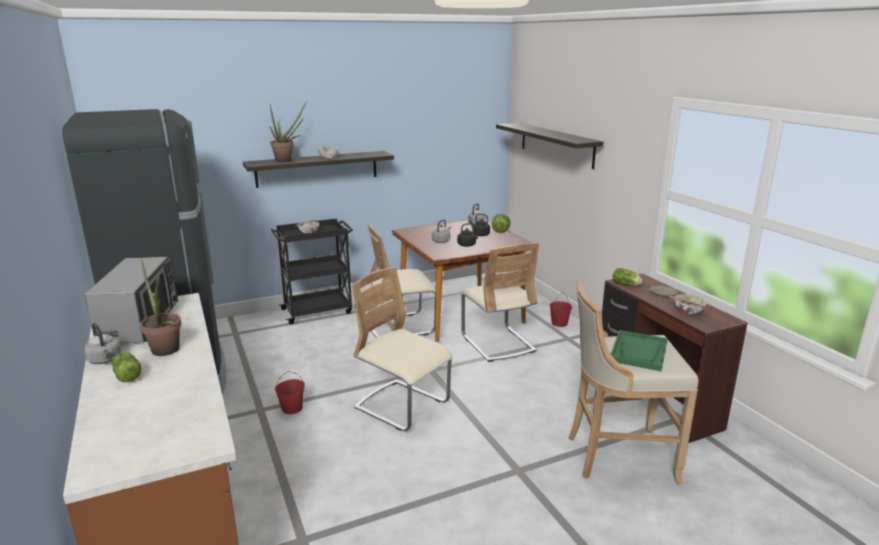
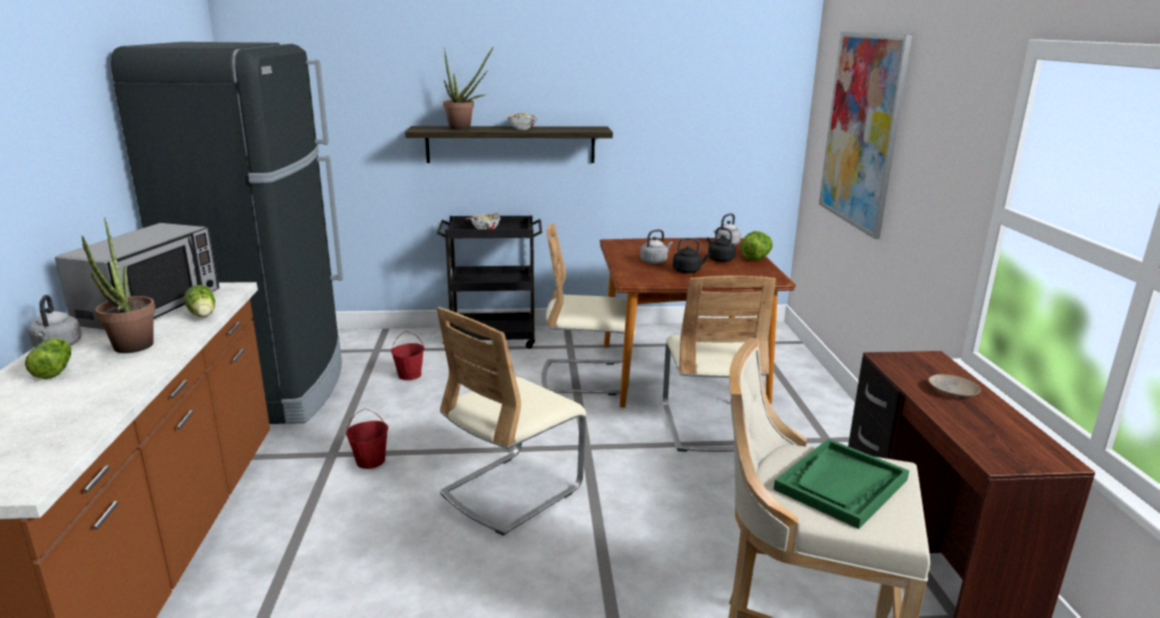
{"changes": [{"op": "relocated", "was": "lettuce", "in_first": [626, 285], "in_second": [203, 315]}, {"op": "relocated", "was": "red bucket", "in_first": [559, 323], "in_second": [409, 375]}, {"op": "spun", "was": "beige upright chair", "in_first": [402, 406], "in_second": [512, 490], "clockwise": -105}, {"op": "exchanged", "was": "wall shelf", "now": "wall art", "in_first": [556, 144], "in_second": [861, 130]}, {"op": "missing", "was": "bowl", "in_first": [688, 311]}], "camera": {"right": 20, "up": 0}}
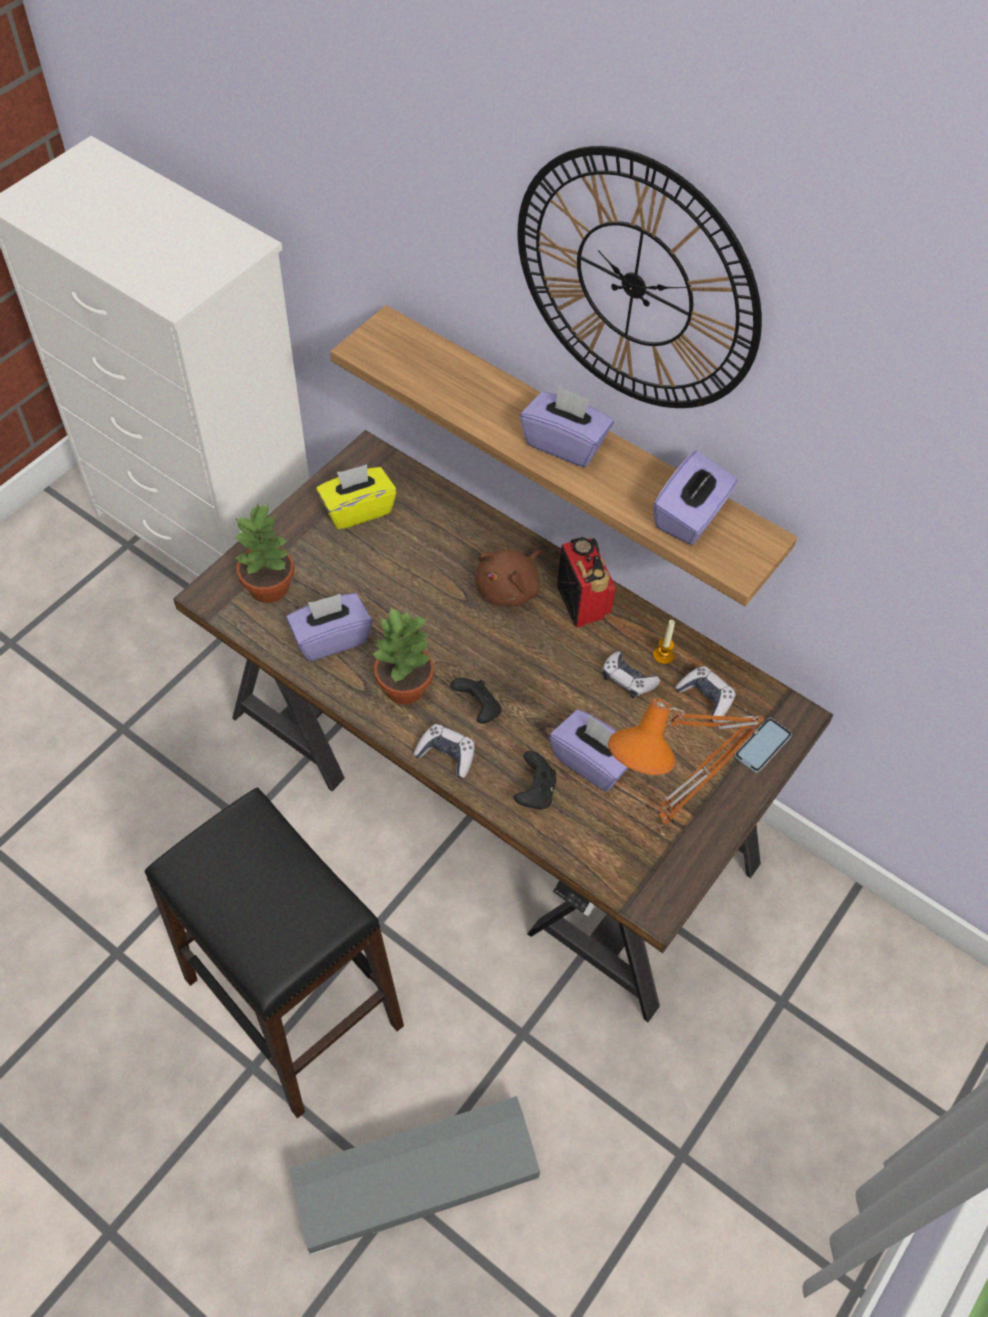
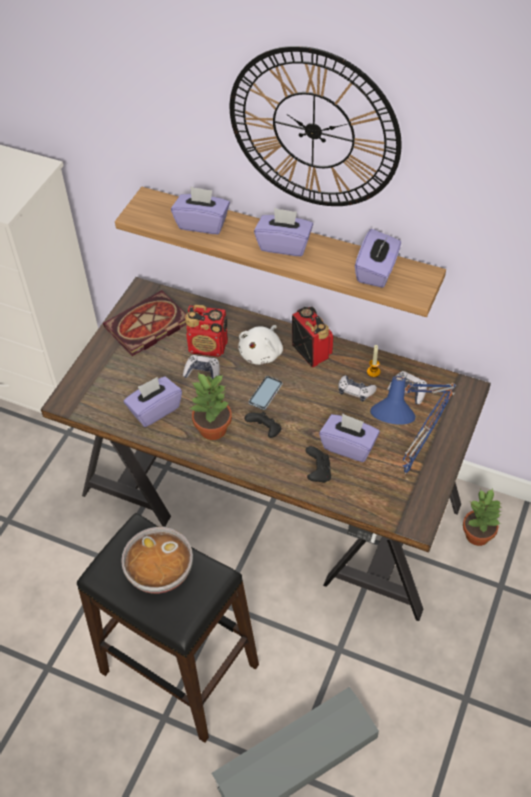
{"changes": [{"op": "exchanged", "was": "yellow-coloured box of tissues", "now": "volume", "in_first": [357, 510], "in_second": [146, 327]}, {"op": "appeared", "now": "bowl", "in_second": [160, 572]}, {"op": "appeared", "now": "purplish box of tissues", "in_second": [202, 223]}, {"op": "relocated", "was": "game controller", "in_first": [446, 754], "in_second": [202, 372]}, {"op": "appeared", "now": "radio receiver", "in_second": [208, 347]}, {"op": "colour", "was": "brownish plush toy", "now": "white-coloured plush toy", "in_first": [509, 588], "in_second": [262, 353]}, {"op": "relocated", "was": "phone", "in_first": [762, 745], "in_second": [265, 393]}, {"op": "colour", "was": "orange-coloured table lamp", "now": "blue table lamp", "in_first": [666, 828], "in_second": [408, 475]}, {"op": "relocated", "was": "potted plant", "in_first": [270, 587], "in_second": [478, 535]}], "camera": {"right": -10, "up": -5}}
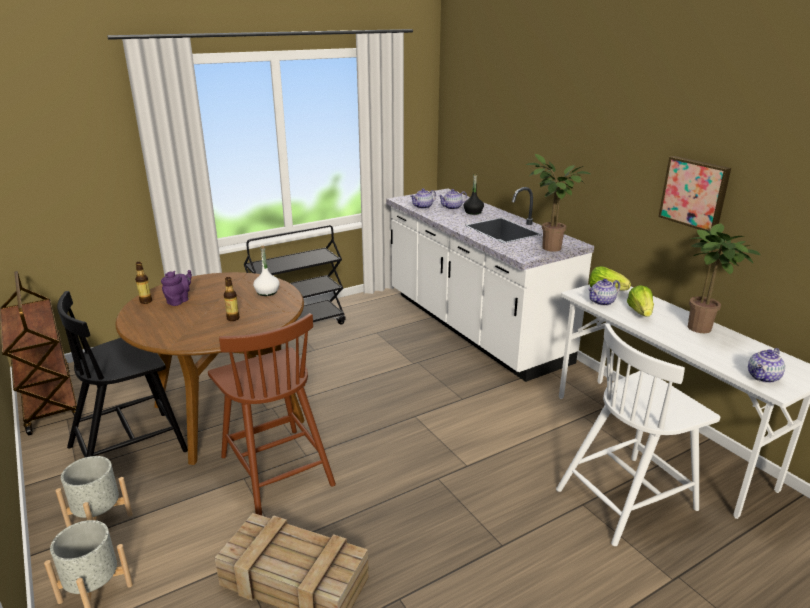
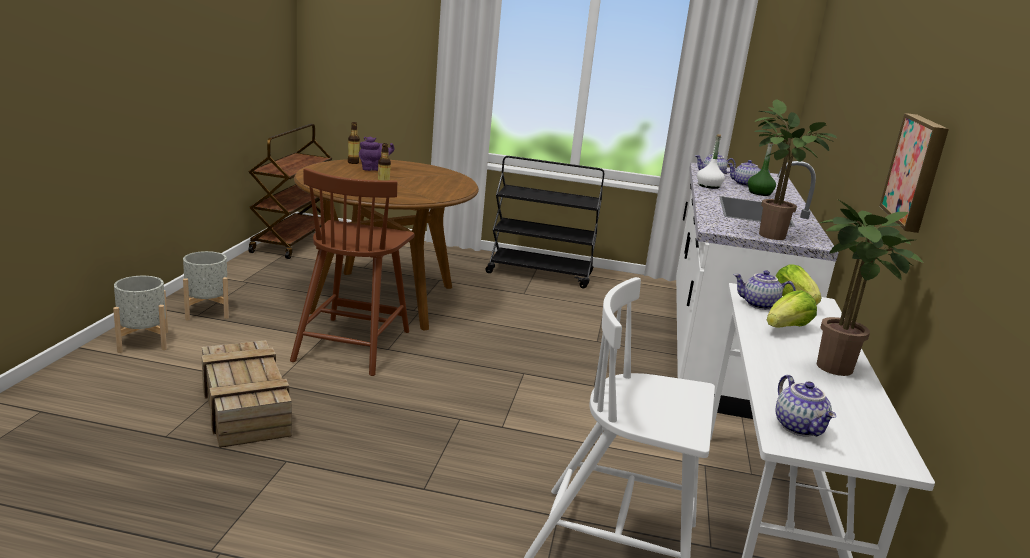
{"changes": [{"op": "relocated", "was": "white-coloured drink bottle", "in_first": [267, 292], "in_second": [709, 186]}, {"op": "colour", "was": "black drink bottle", "now": "greenish drink bottle", "in_first": [473, 212], "in_second": [759, 193]}, {"op": "spun", "was": "teapot", "in_first": [763, 378], "in_second": [800, 428], "clockwise": -105}, {"op": "missing", "was": "black upright chair", "in_first": [130, 448]}], "camera": {"right": 40, "up": -5}}
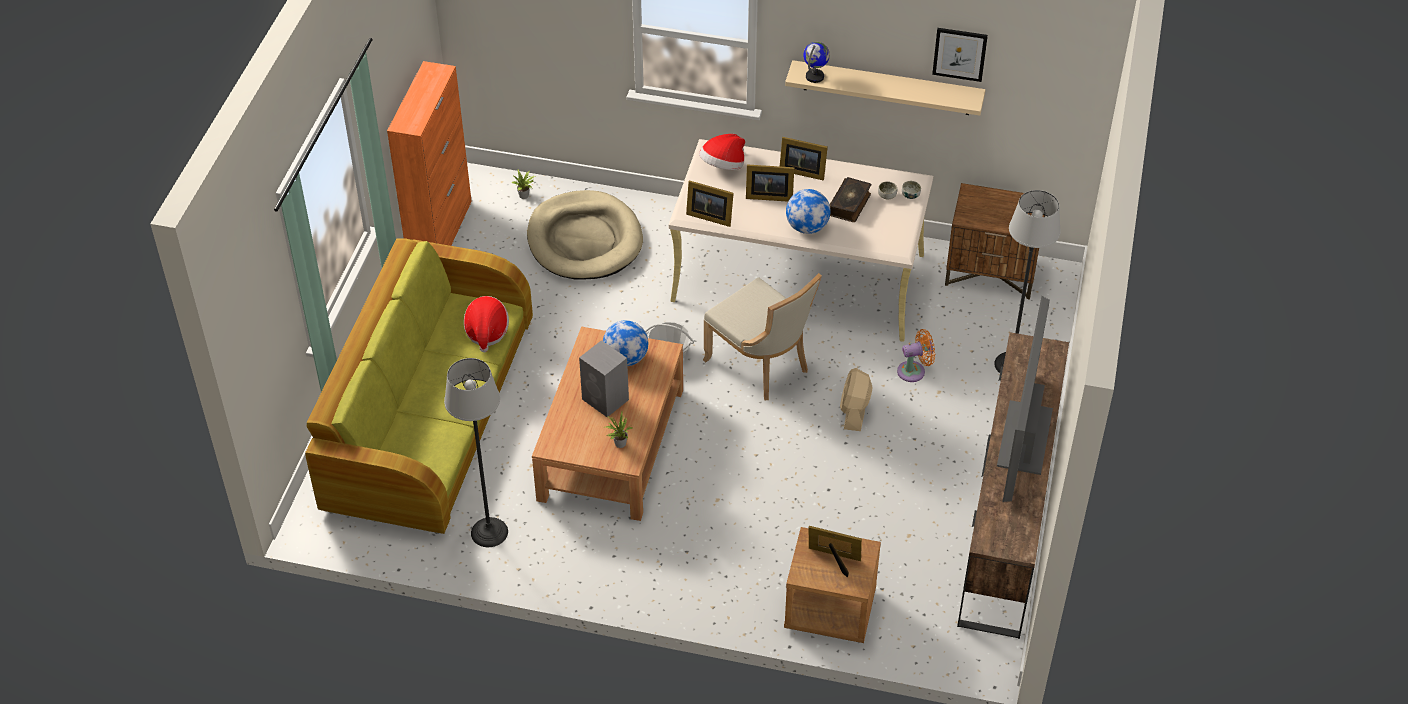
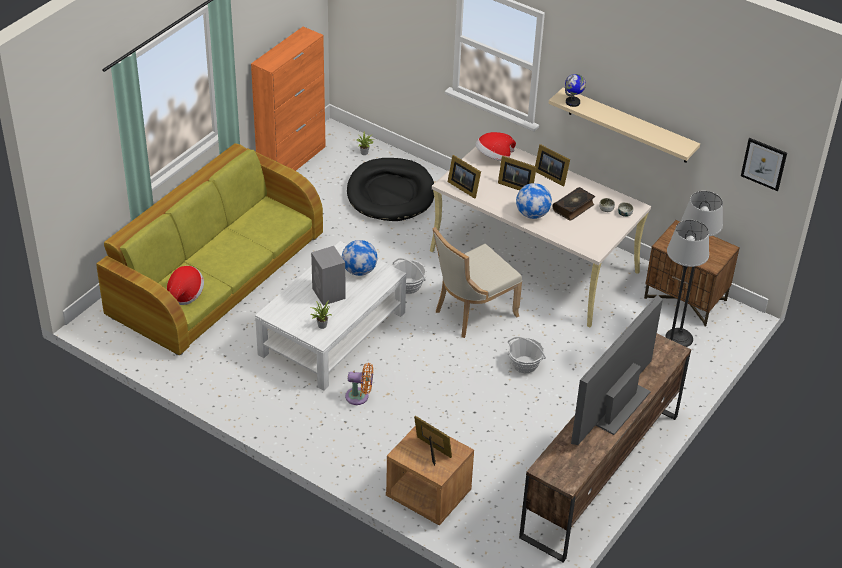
{"changes": [{"op": "relocated", "was": "hat", "in_first": [486, 332], "in_second": [185, 294]}, {"op": "colour", "was": "brownish low table", "now": "white-coloured low table", "in_first": [611, 443], "in_second": [332, 332]}, {"op": "relocated", "was": "orange-coloured fan", "in_first": [914, 371], "in_second": [359, 397]}, {"op": "colour", "was": "beige dog bed", "now": "black dog bed", "in_first": [584, 240], "in_second": [390, 193]}, {"op": "spun", "was": "beige upright chair", "in_first": [761, 366], "in_second": [472, 313], "clockwise": 75}, {"op": "exchanged", "was": "beige fan", "now": "storage basket", "in_first": [854, 411], "in_second": [524, 364]}, {"op": "relocated", "was": "standard lamp", "in_first": [489, 532], "in_second": [679, 338]}, {"op": "relocated", "was": "wall art", "in_first": [959, 54], "in_second": [764, 164]}], "camera": {"right": 20, "up": -5}}
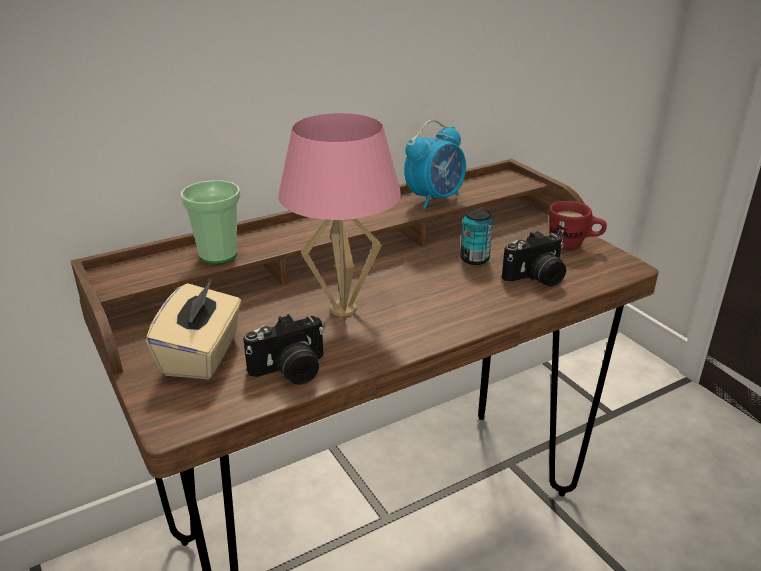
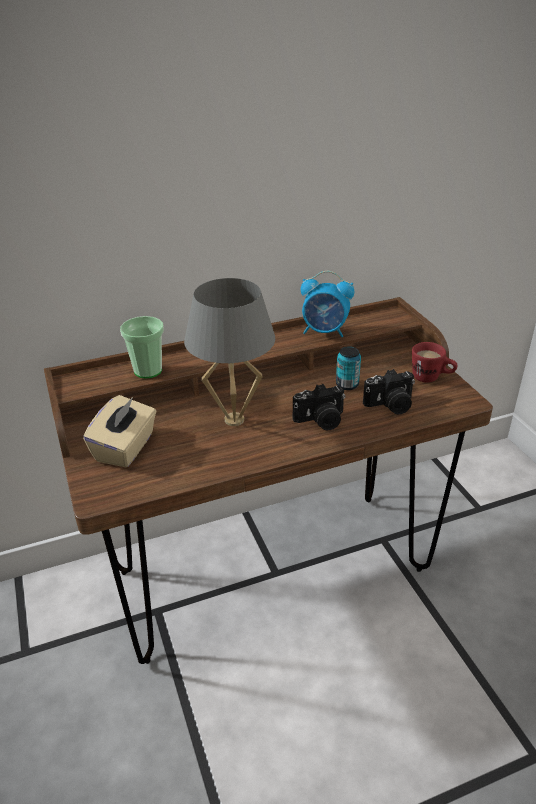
{"changes": [{"op": "colour", "was": "pinkish table lamp", "now": "gray table lamp", "in_first": [342, 309], "in_second": [234, 420]}, {"op": "relocated", "was": "still camera", "in_first": [290, 371], "in_second": [320, 421]}, {"op": "spun", "was": "table clock", "in_first": [435, 199], "in_second": [325, 332], "clockwise": 45}], "camera": {"right": 10, "up": 5}}
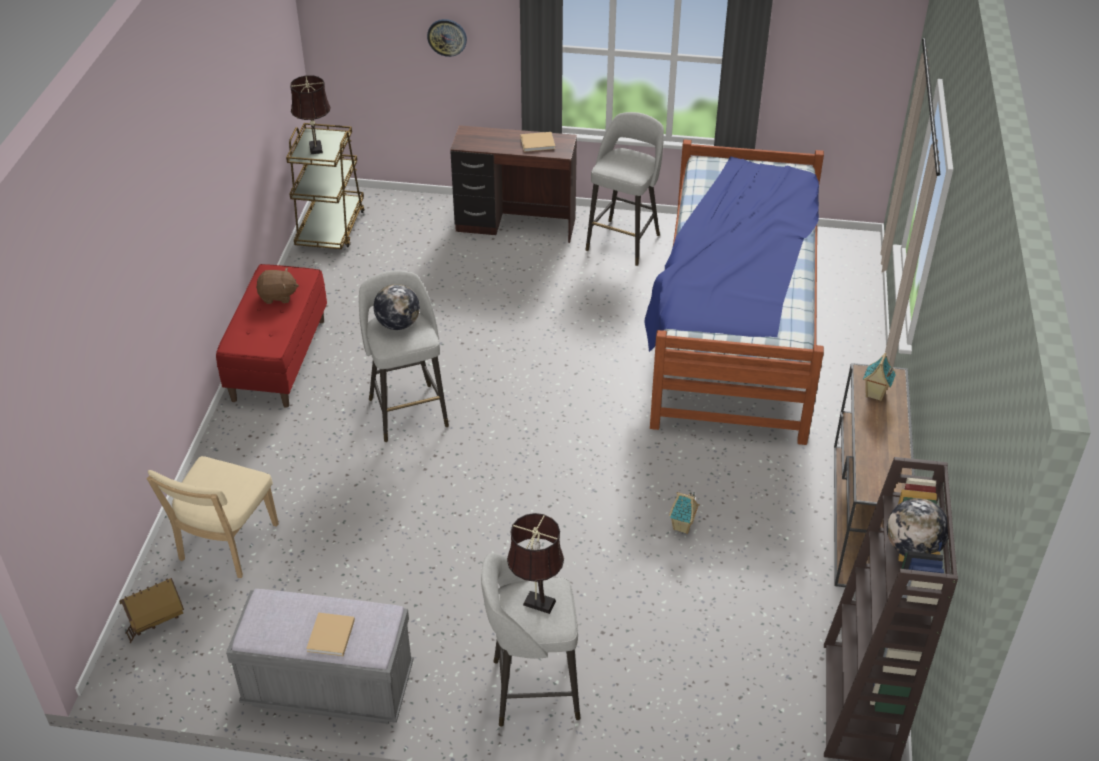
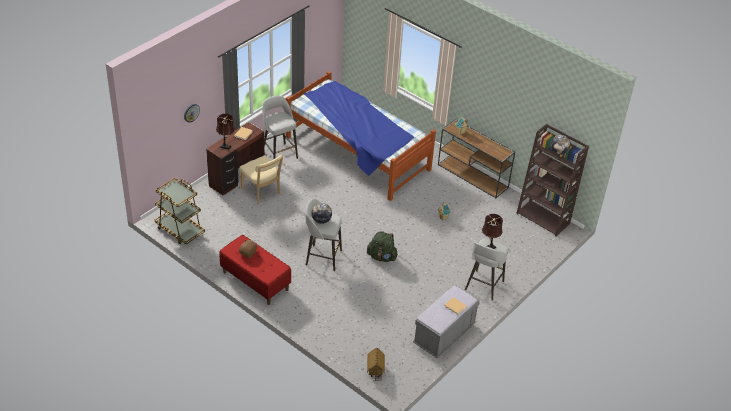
{"changes": [{"op": "relocated", "was": "brownish table lamp", "in_first": [316, 149], "in_second": [226, 147]}, {"op": "relocated", "was": "beige upright chair", "in_first": [225, 546], "in_second": [262, 192]}, {"op": "appeared", "now": "greenish rucksack", "in_second": [382, 257]}], "camera": {"right": -60, "up": 0}}
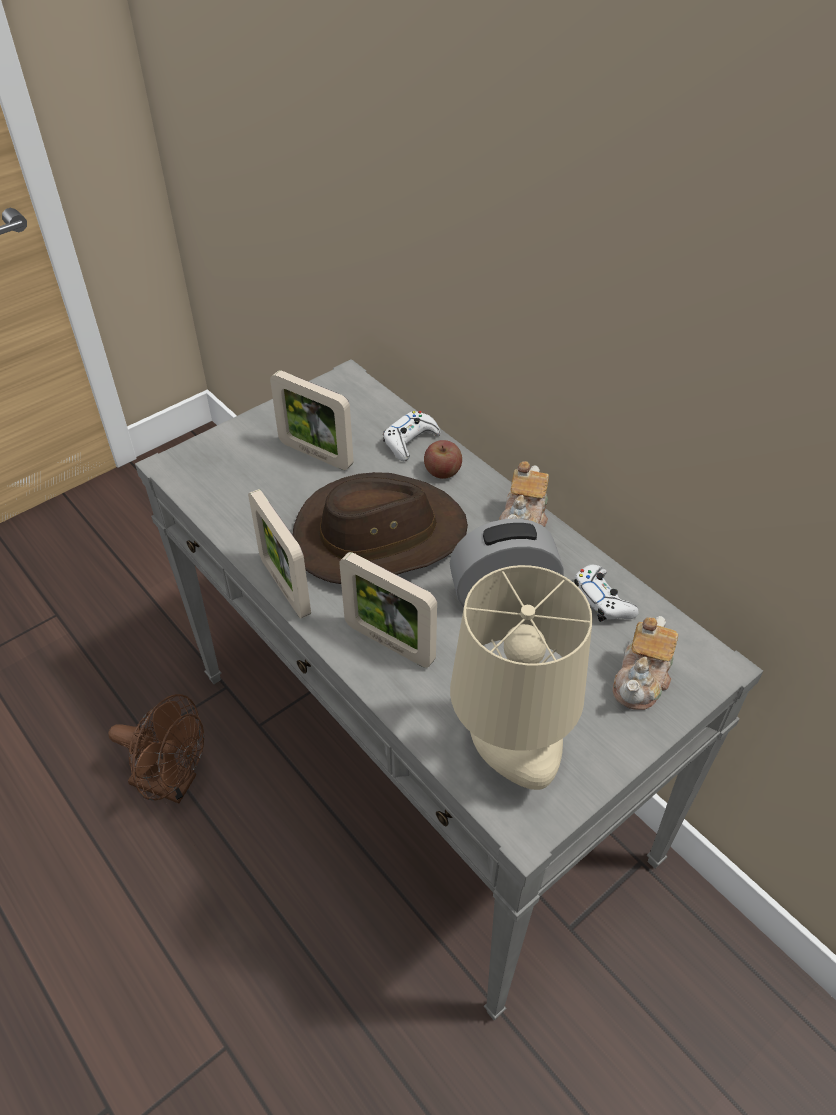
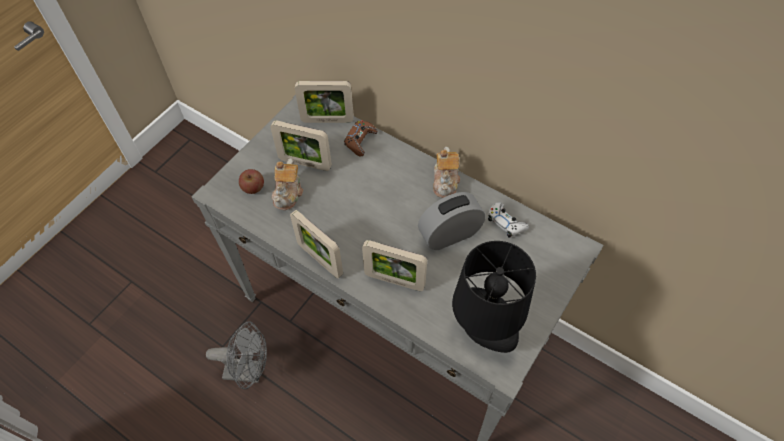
{"changes": [{"op": "colour", "was": "brownish fan", "now": "gray fan", "in_first": [173, 783], "in_second": [249, 371]}, {"op": "relocated", "was": "apple", "in_first": [442, 471], "in_second": [253, 187]}, {"op": "relocated", "was": "teapot", "in_first": [642, 679], "in_second": [288, 193]}, {"op": "appeared", "now": "photo frame", "in_second": [327, 120]}, {"op": "colour", "was": "white-coloured game controller", "now": "brownish game controller", "in_first": [410, 441], "in_second": [360, 141]}, {"op": "colour", "was": "beige table lamp", "now": "black table lamp", "in_first": [508, 753], "in_second": [482, 331]}, {"op": "missing", "was": "brownish hat", "in_first": [378, 536]}], "camera": {"right": -15, "up": 10}}
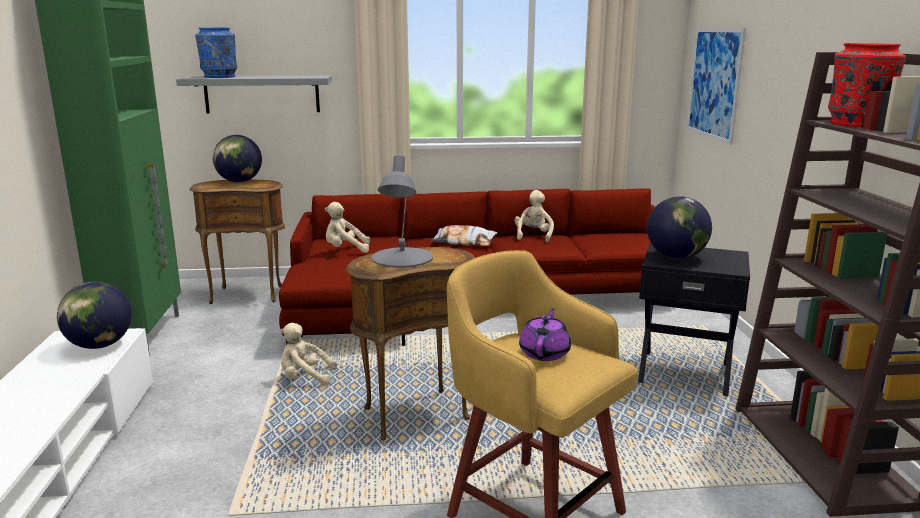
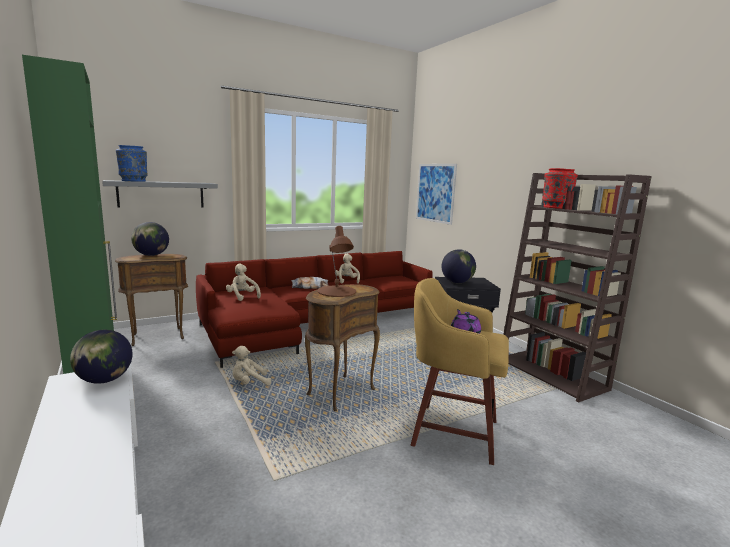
{"changes": [{"op": "spun", "was": "beige plush toy", "in_first": [345, 250], "in_second": [242, 297], "clockwise": 75}, {"op": "colour", "was": "gray table lamp", "now": "brownish table lamp", "in_first": [401, 258], "in_second": [336, 291]}], "camera": {"right": -25, "up": -5}}
